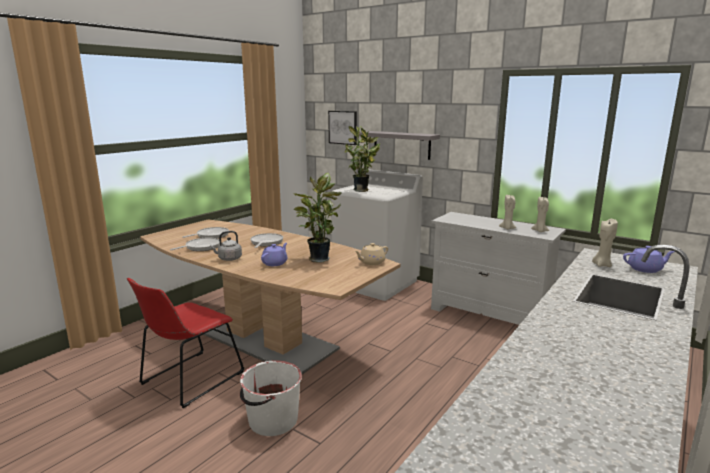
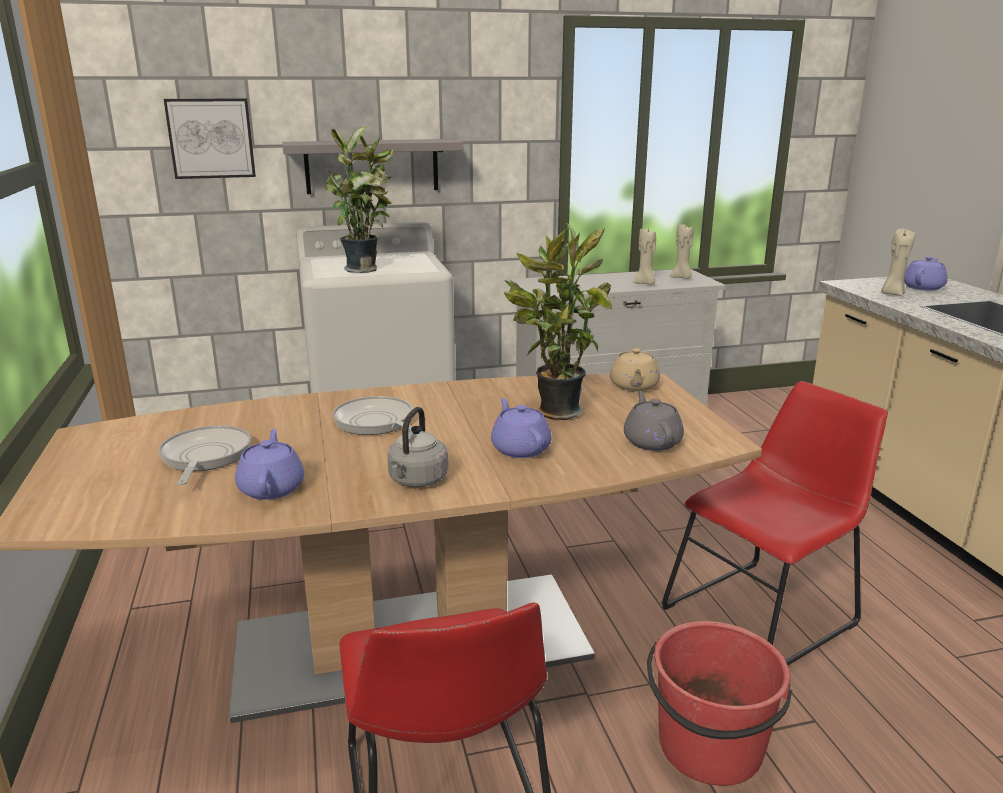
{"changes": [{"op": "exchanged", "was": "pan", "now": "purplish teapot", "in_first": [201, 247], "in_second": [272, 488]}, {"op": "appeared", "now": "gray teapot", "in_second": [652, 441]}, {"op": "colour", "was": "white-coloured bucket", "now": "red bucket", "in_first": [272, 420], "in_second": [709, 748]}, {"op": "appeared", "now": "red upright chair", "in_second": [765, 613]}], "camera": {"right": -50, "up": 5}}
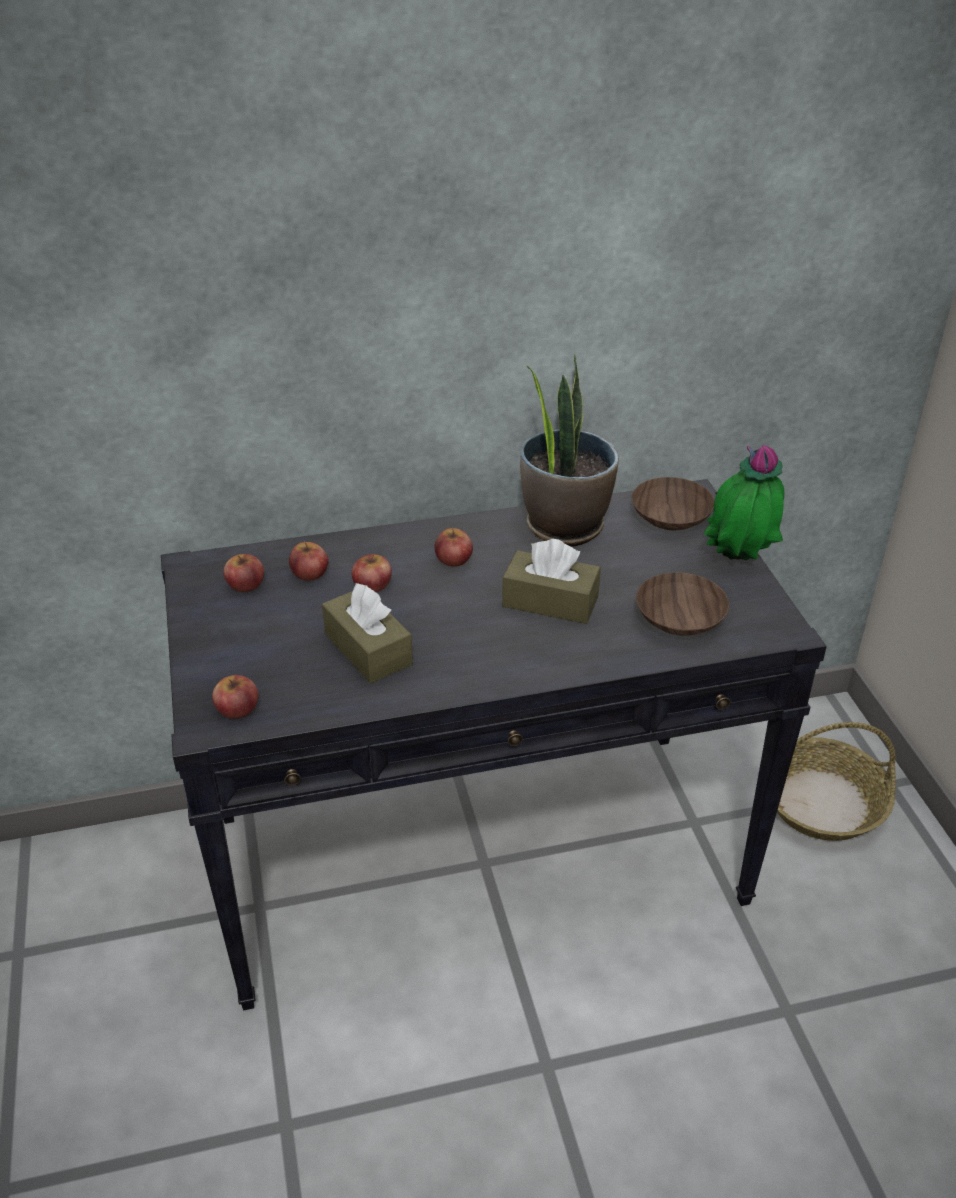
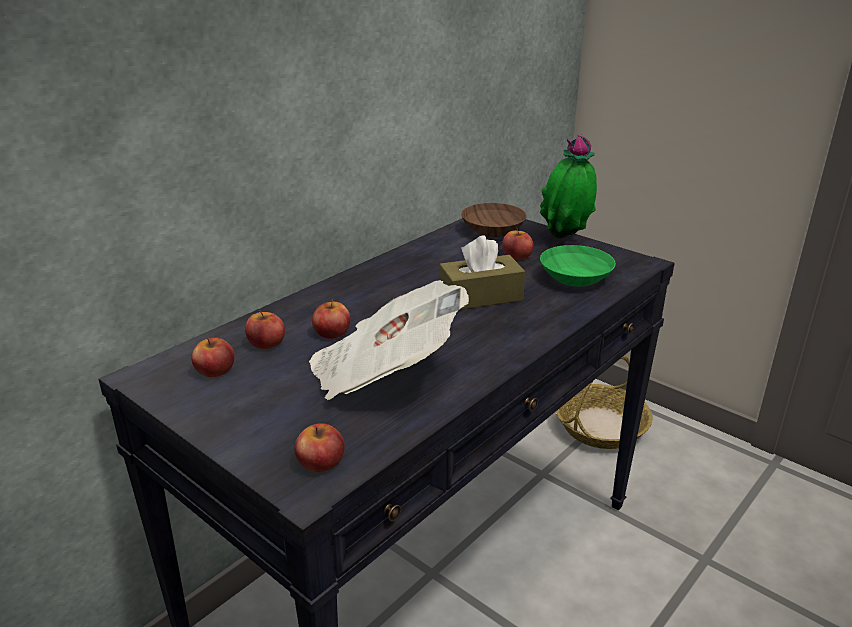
{"changes": [{"op": "exchanged", "was": "brownish box of tissues", "now": "daily paper", "in_first": [368, 649], "in_second": [384, 373]}, {"op": "relocated", "was": "apple", "in_first": [453, 558], "in_second": [517, 255]}, {"op": "colour", "was": "brownish bowl", "now": "greenish bowl", "in_first": [680, 620], "in_second": [577, 278]}, {"op": "missing", "was": "potted plant", "in_first": [564, 525]}], "camera": {"right": -35, "up": -10}}
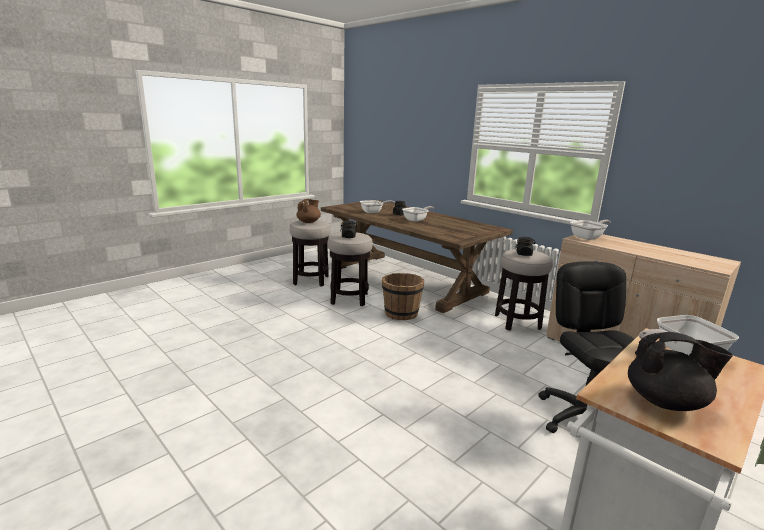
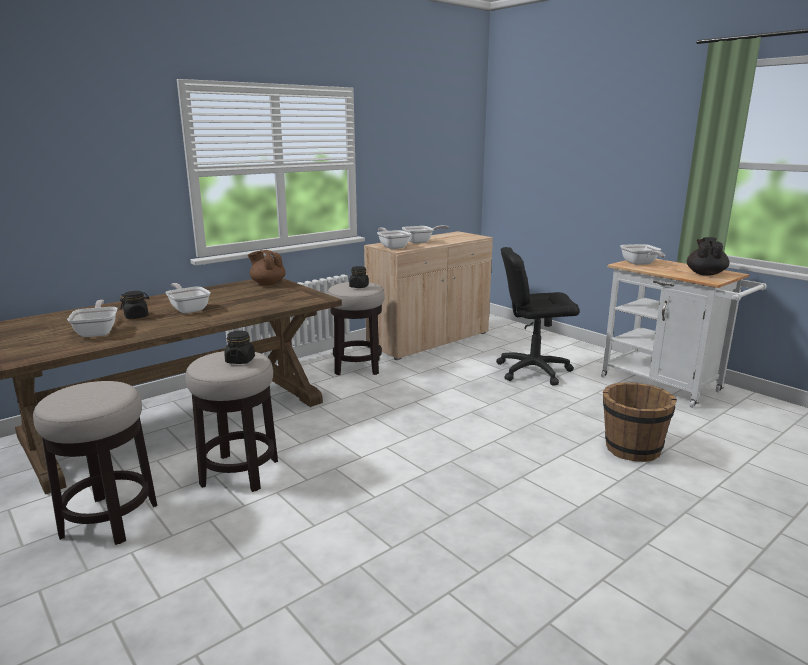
{"changes": [{"op": "relocated", "was": "brownish teapot", "in_first": [309, 222], "in_second": [268, 284]}, {"op": "appeared", "now": "pan", "in_second": [421, 242]}, {"op": "relocated", "was": "brownish bucket", "in_first": [401, 313], "in_second": [631, 449]}], "camera": {"right": -85, "up": 0}}
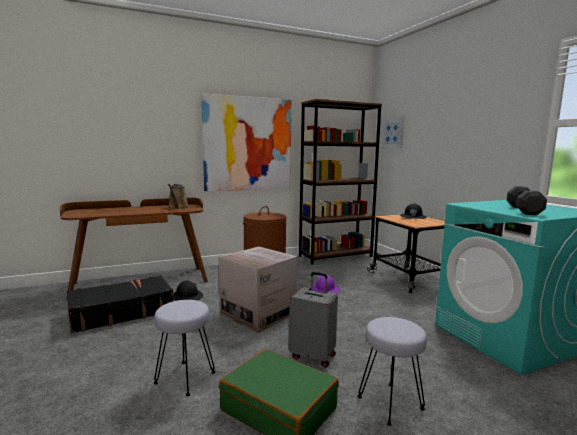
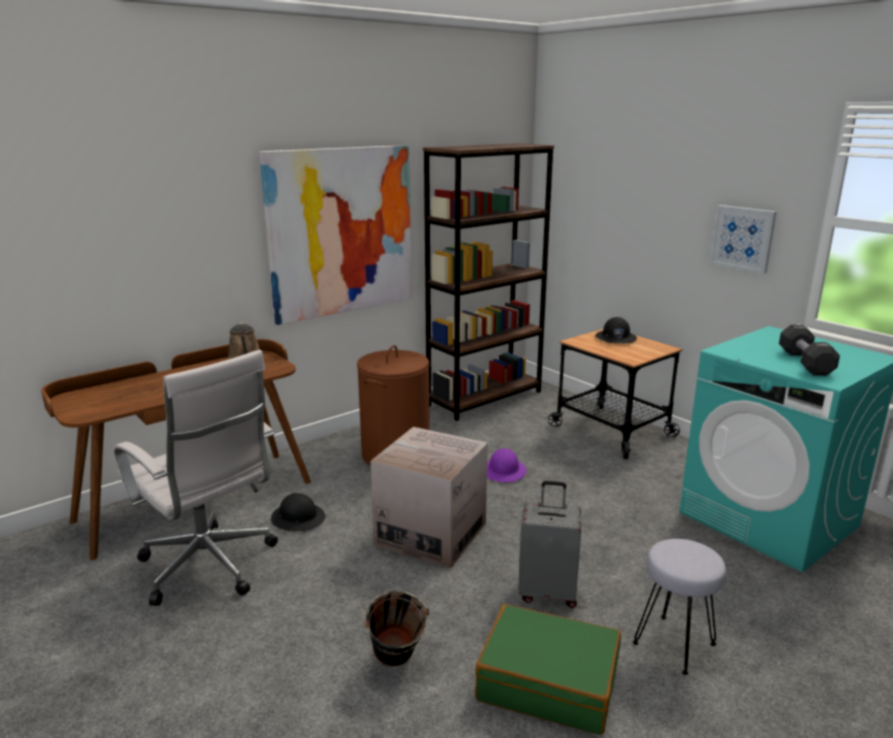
{"changes": [{"op": "exchanged", "was": "black suitcase", "now": "white-coloured desk chair", "in_first": [121, 312], "in_second": [211, 568]}, {"op": "exchanged", "was": "gray sitting stool", "now": "black bucket", "in_first": [184, 378], "in_second": [396, 664]}, {"op": "relocated", "was": "wall art", "in_first": [393, 133], "in_second": [742, 238]}], "camera": {"right": -15, "up": 10}}
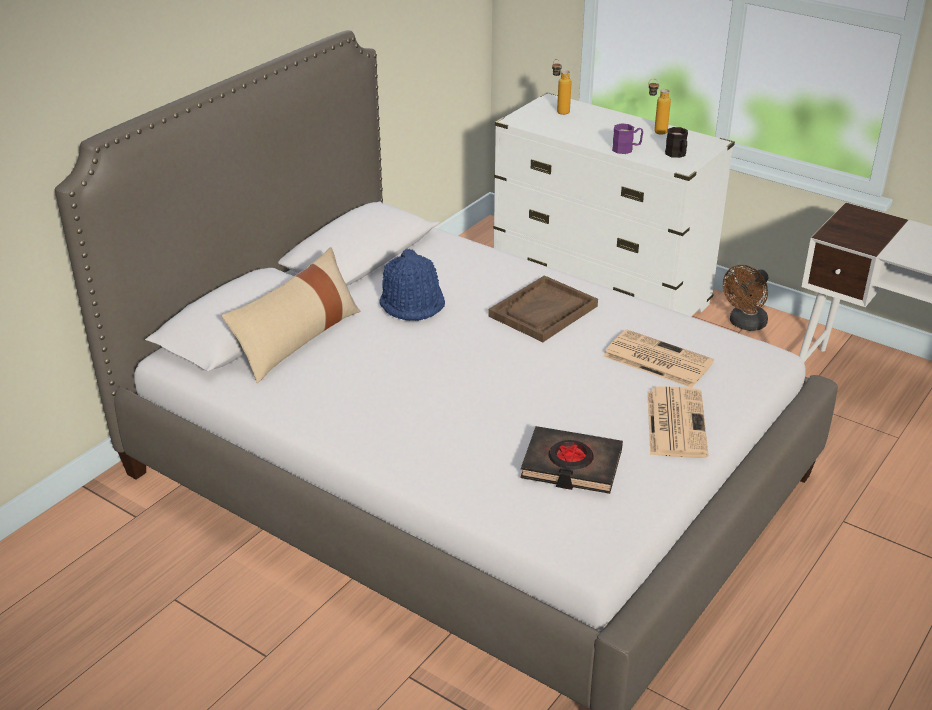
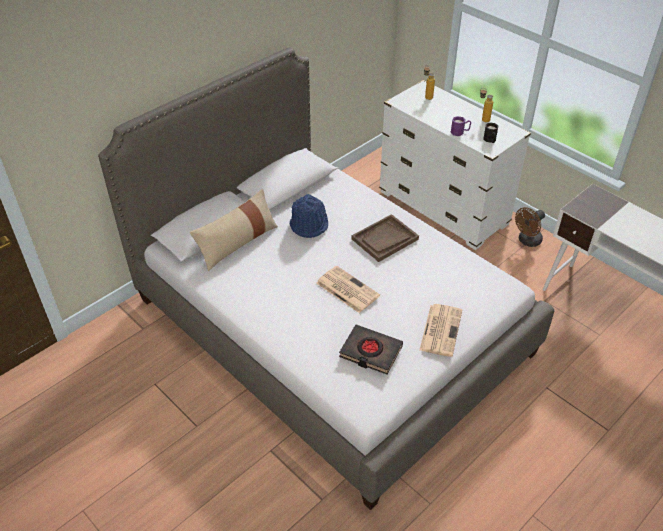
{"changes": [{"op": "relocated", "was": "daily paper", "in_first": [656, 359], "in_second": [346, 289]}], "camera": {"right": 10, "up": 10}}
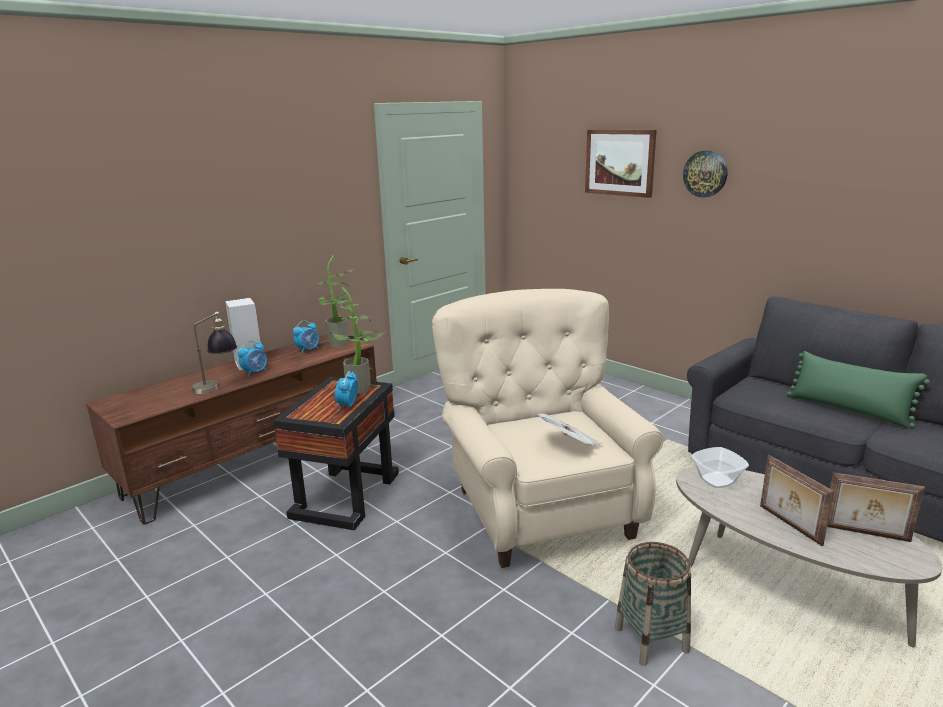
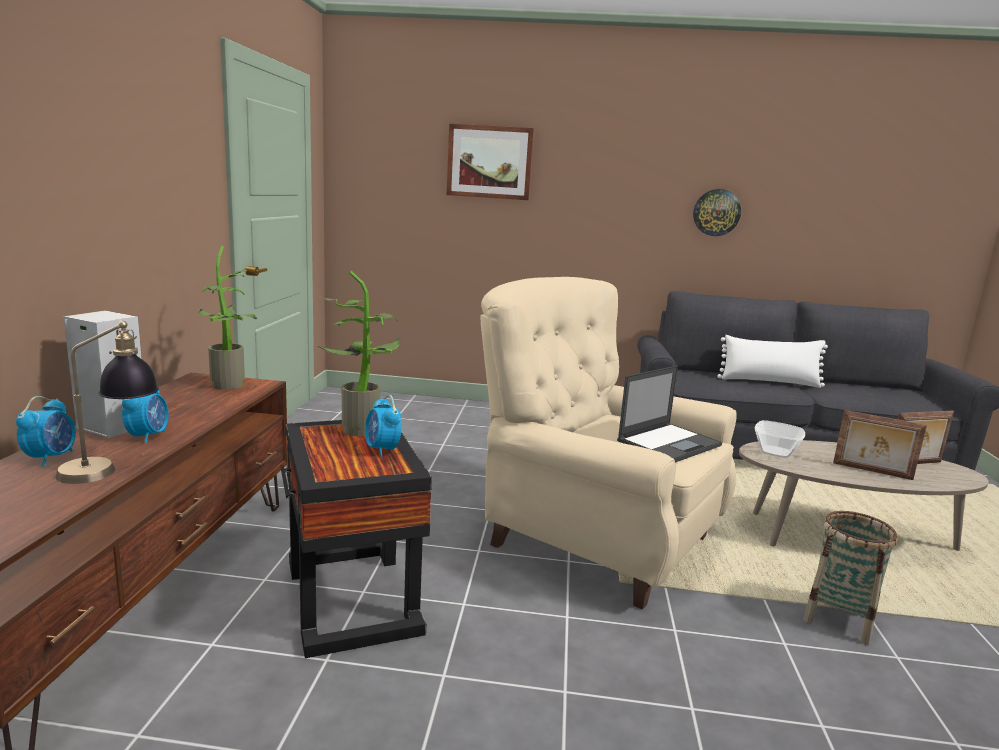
{"changes": [{"op": "relocated", "was": "table clock", "in_first": [308, 350], "in_second": [51, 457]}, {"op": "exchanged", "was": "daily paper", "now": "laptop", "in_first": [569, 445], "in_second": [669, 443]}, {"op": "relocated", "was": "wall clock", "in_first": [705, 174], "in_second": [716, 212]}, {"op": "colour", "was": "greenish pillow", "now": "white-coloured pillow", "in_first": [848, 410], "in_second": [769, 382]}], "camera": {"right": -40, "up": -5}}
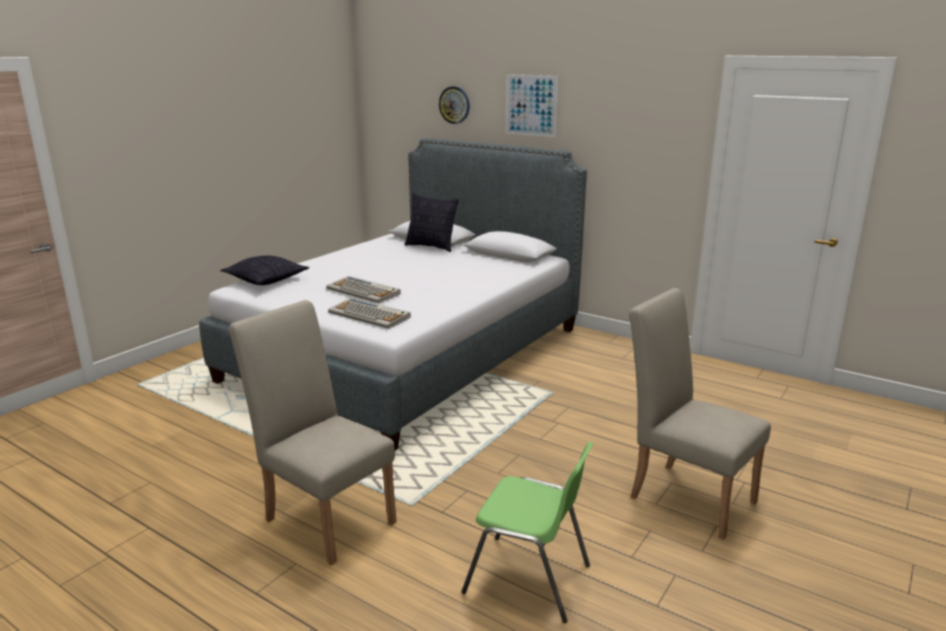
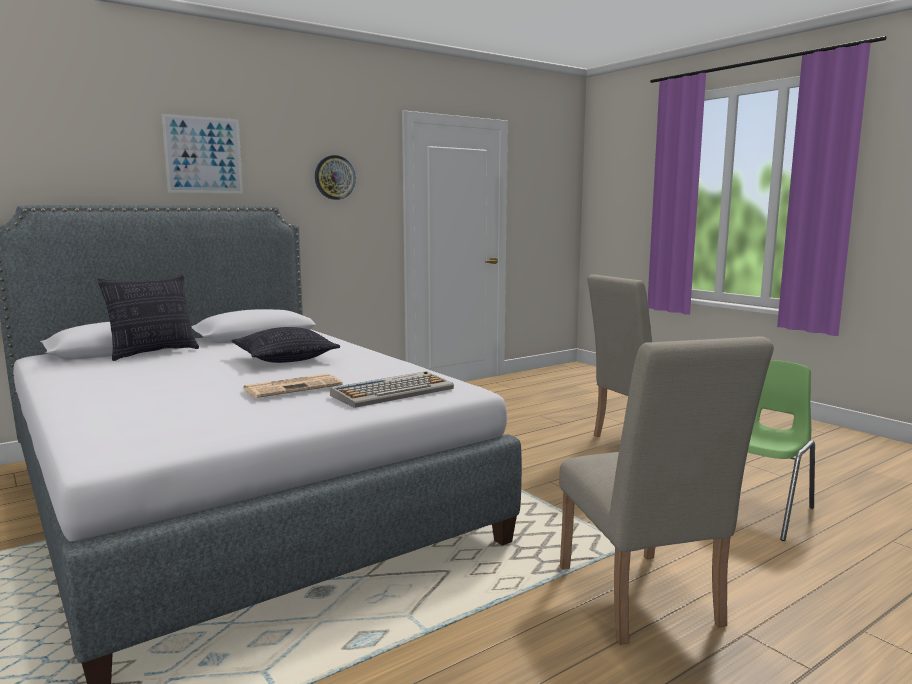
{"changes": [{"op": "relocated", "was": "pillow", "in_first": [266, 280], "in_second": [285, 359]}, {"op": "exchanged", "was": "computer keyboard", "now": "daily paper", "in_first": [364, 291], "in_second": [293, 387]}, {"op": "relocated", "was": "wall clock", "in_first": [454, 105], "in_second": [334, 177]}, {"op": "spun", "was": "beige upright chair", "in_first": [325, 516], "in_second": [643, 603], "clockwise": -75}], "camera": {"right": -70, "up": -10}}
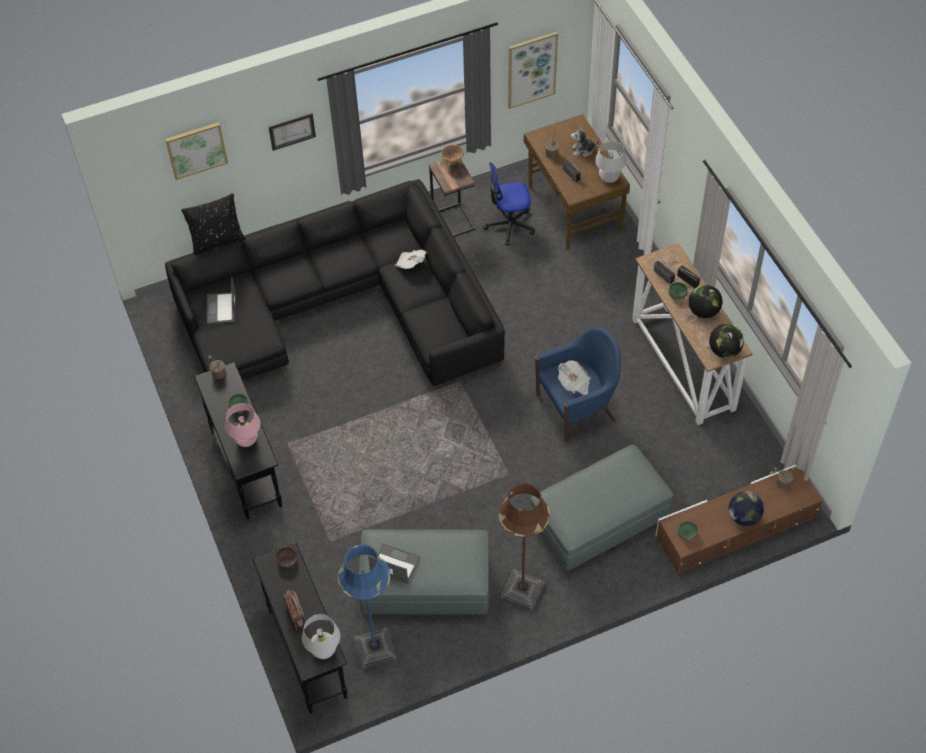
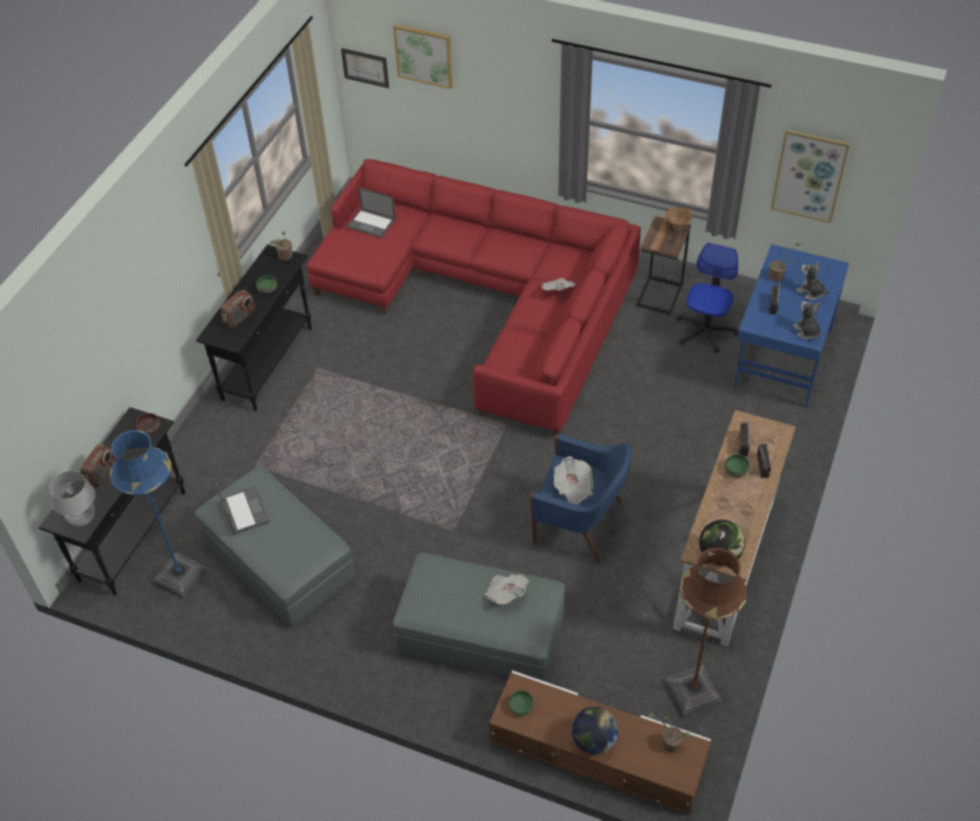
{"changes": [{"op": "exchanged", "was": "pinkish table lamp", "now": "radio receiver", "in_first": [246, 440], "in_second": [240, 317]}, {"op": "colour", "was": "black settee", "now": "red settee", "in_first": [342, 306], "in_second": [487, 298]}, {"op": "relocated", "was": "wall art", "in_first": [292, 131], "in_second": [365, 67]}, {"op": "spun", "was": "laptop", "in_first": [222, 309], "in_second": [372, 223], "clockwise": -105}, {"op": "appeared", "now": "daily paper", "in_second": [506, 594]}, {"op": "relocated", "was": "brownish standard lamp", "in_first": [522, 591], "in_second": [692, 692]}, {"op": "spun", "was": "desk chair", "in_first": [509, 225], "in_second": [705, 332], "clockwise": 75}, {"op": "colour", "was": "brownish desk", "now": "blue desk", "in_first": [574, 209], "in_second": [781, 358]}, {"op": "exchanged", "was": "white-coloured table lamp", "now": "plush toy", "in_first": [609, 178], "in_second": [806, 331]}, {"op": "missing", "was": "black pillow", "in_first": [217, 240]}, {"op": "missing", "was": "globe", "in_first": [703, 311]}], "camera": {"right": 45, "up": -5}}
